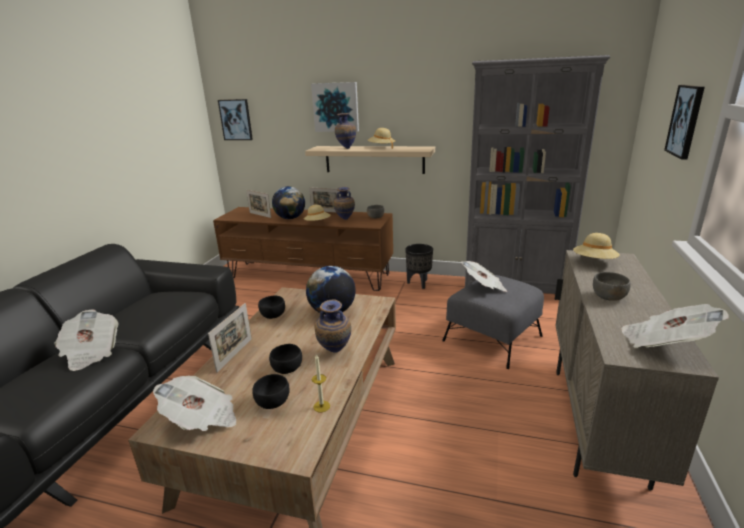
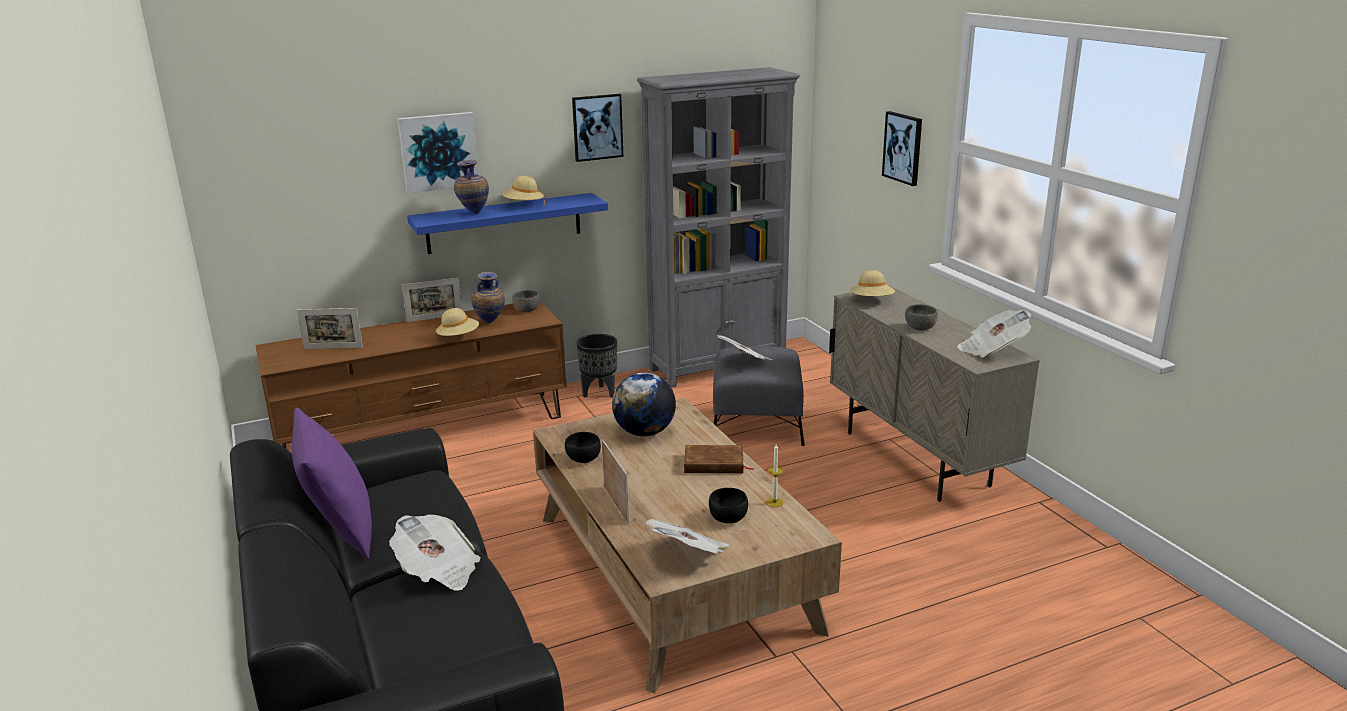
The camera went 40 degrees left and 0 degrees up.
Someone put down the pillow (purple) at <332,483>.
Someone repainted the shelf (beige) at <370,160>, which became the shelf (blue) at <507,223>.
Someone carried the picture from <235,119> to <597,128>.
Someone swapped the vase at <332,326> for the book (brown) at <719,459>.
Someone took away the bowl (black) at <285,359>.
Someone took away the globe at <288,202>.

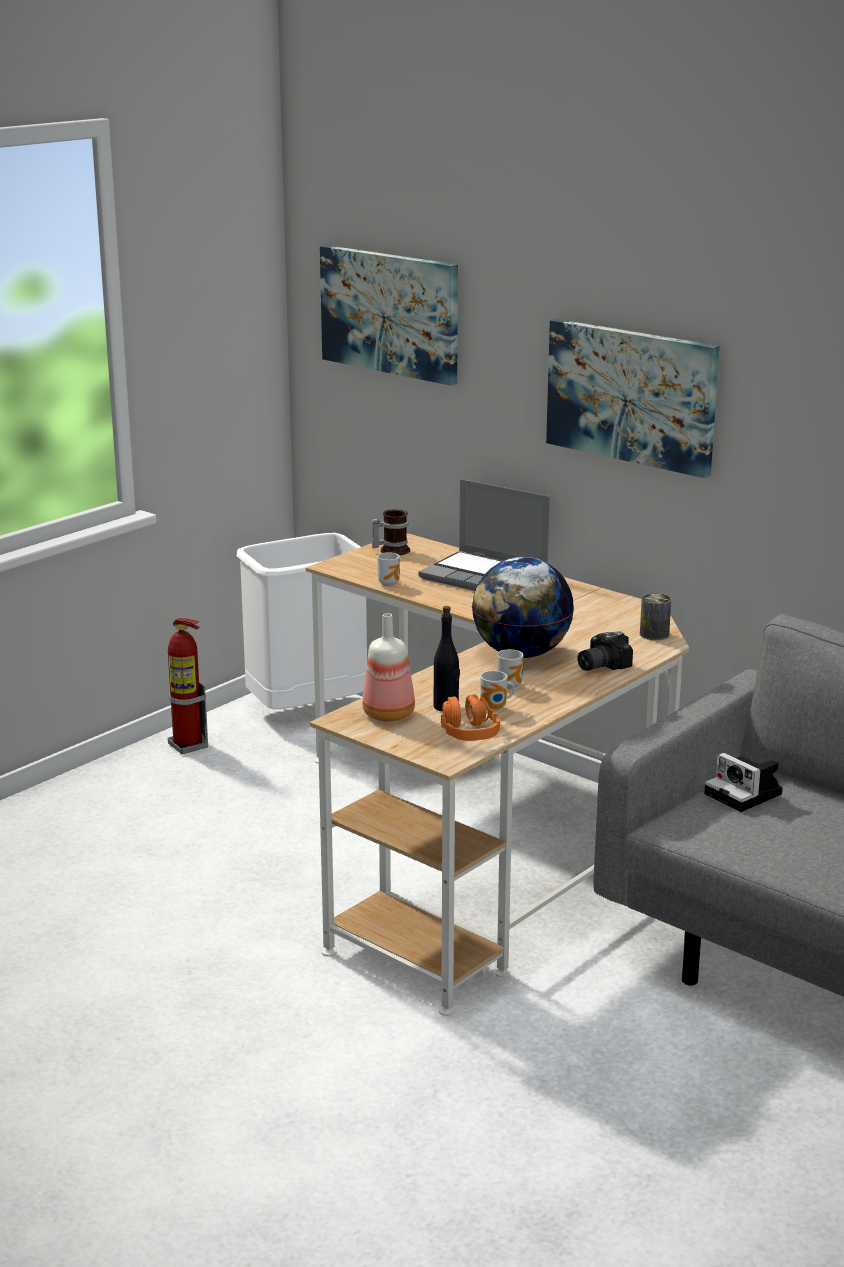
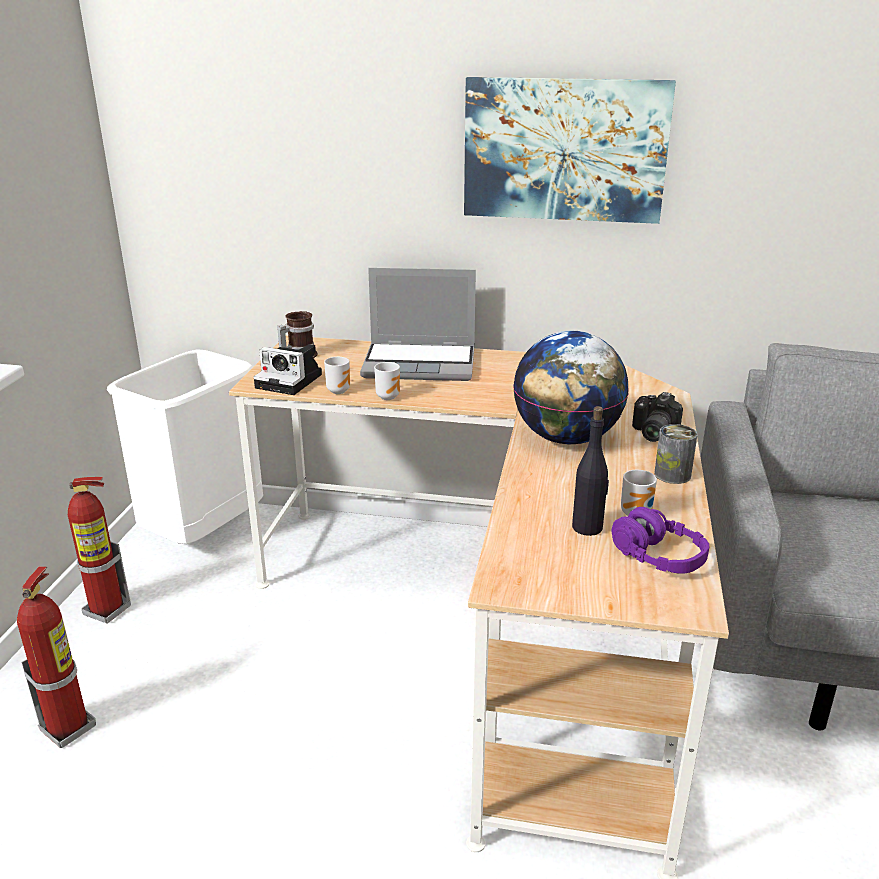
The camera went 30 degrees left and 5 degrees up.
Someone put down the fire extinguisher at <56,657>.
Someone carried the photo camera from <743,782> to <287,369>.
Someone carried the mug from <510,669> to <387,381>.
Someone repainted the headphones (orange) at <470,717>, which became the headphones (purple) at <660,540>.
Someone carried the can from <655,616> to <676,454>.
Someone took away the picture at <389,315>.
Someone took away the bottle at <388,667>.

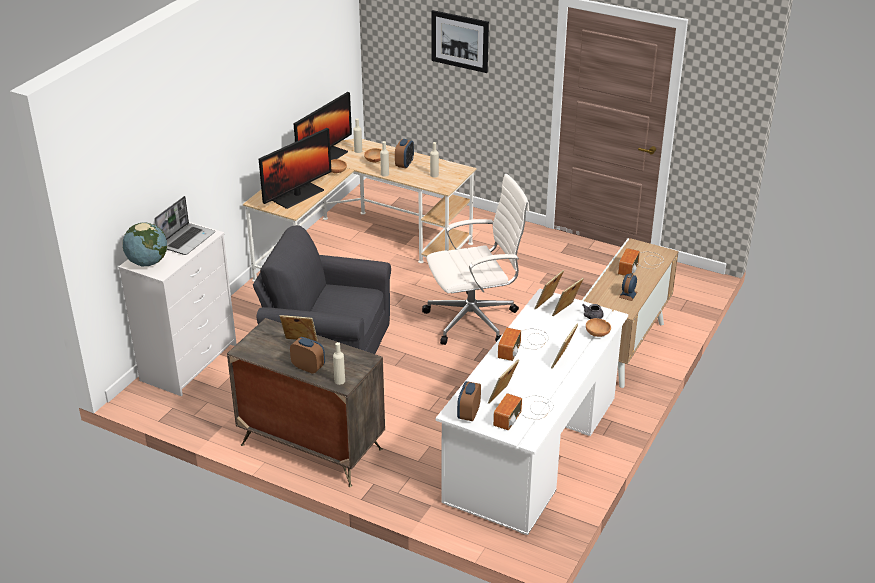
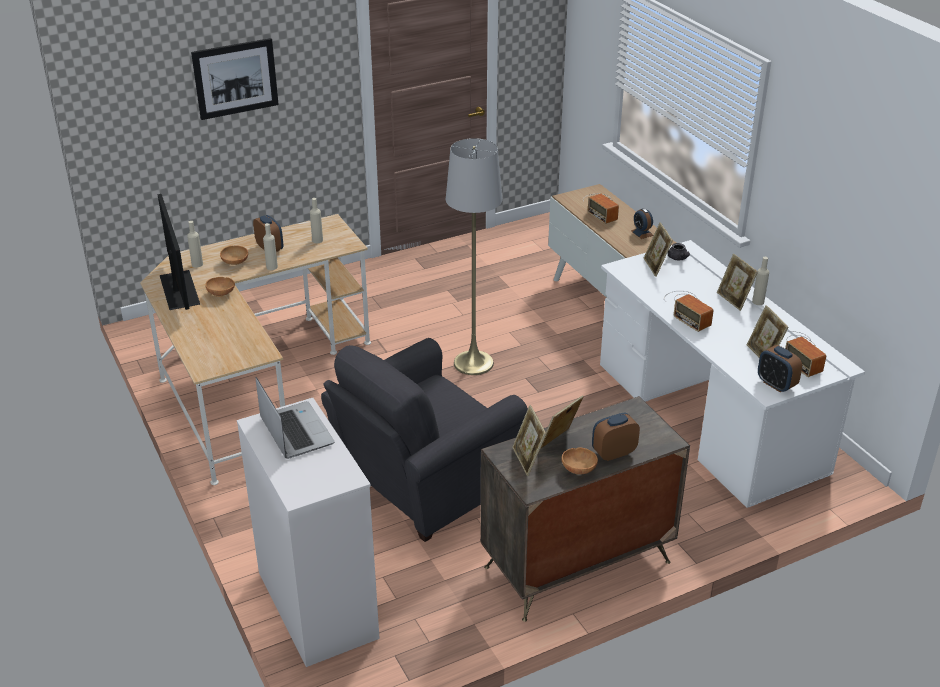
The camera went 55 degrees left and 0 degrees up.
Someone swapped the office chair (white) at <475,259> for the floor lamp (grey) at <474,256>.
Someone carried the picture frame from <549,290> to <529,440>.
Someone carried the bowl (brown) from <598,327> to <579,461>.
Someone carried the bottle (beige) from <339,363> to <760,281>.
Someone took away the globe at <145,244>.
Someone took away the monitor at <295,168>.

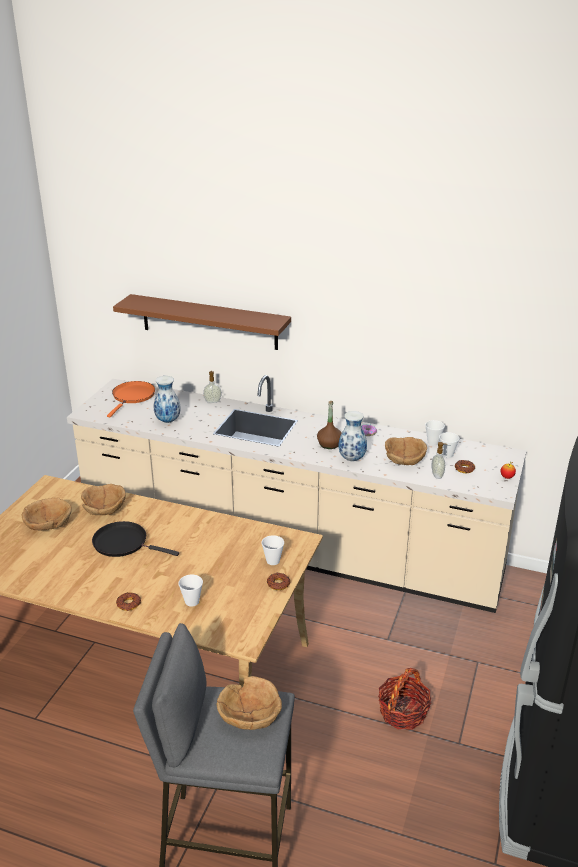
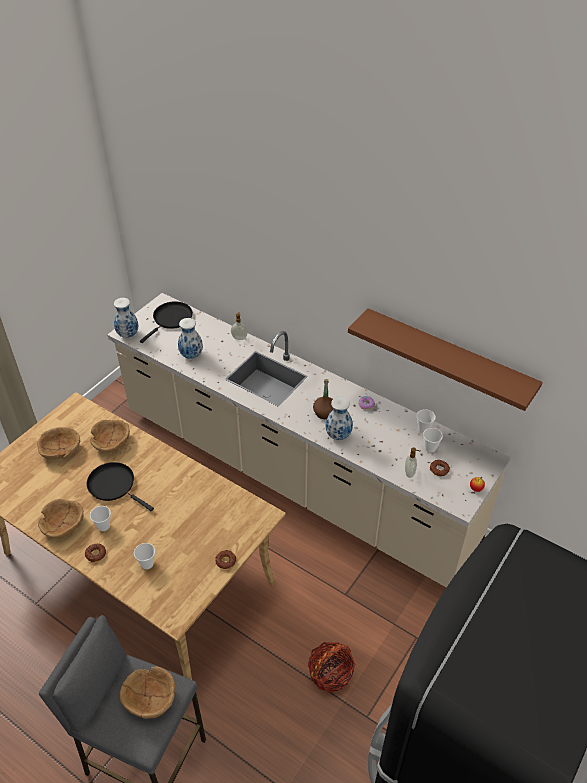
The camera went 15 degrees right and 15 degrees up.
Someone carried the bowl (brown) from <406,451> to <60,519>.
Someone carried the cup from <272,550> to <100,518>.
Someone put down the vase at <126,318>.
Someone repainted the frying pan (orange) at <131,399>, which became the frying pan (black) at <166,322>.
Someone carried the shelf (brown) from <202,322> to <445,359>.

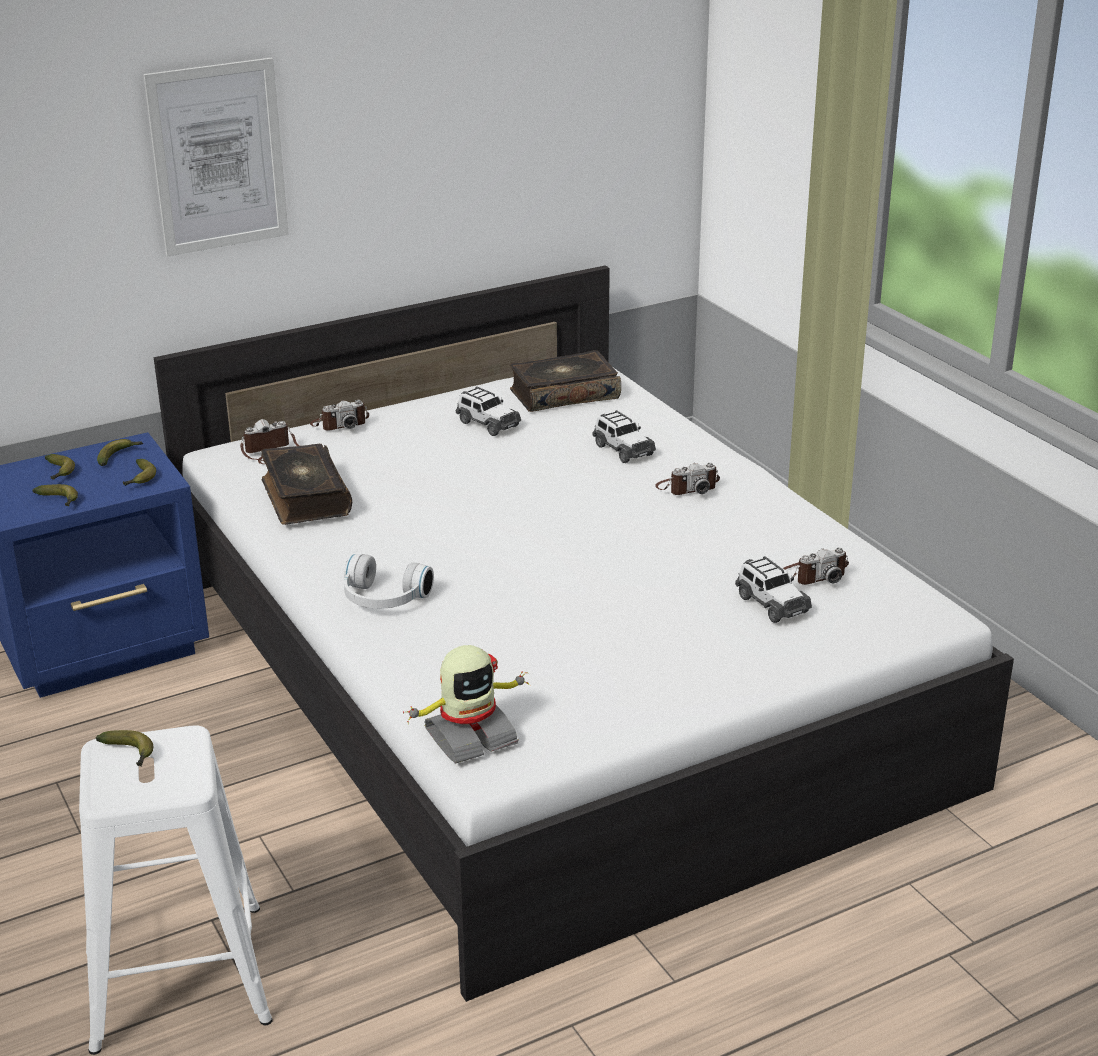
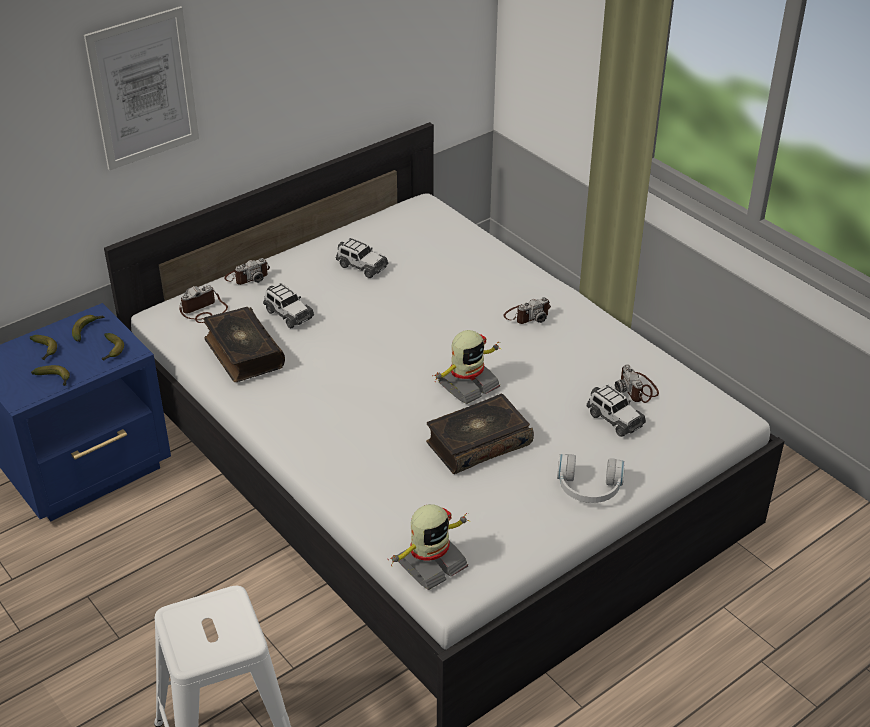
The camera went 10 degrees left and 10 degrees up.
Someone carried the toy car from <624,436> to <288,305>.
Someone carried the book from <565,381> to <480,434>.
Someone put down the toy robot at <467,367>.
Someone carried the headphones (white) from <389,581> to <591,478>.
Someone rotated the photo camera at <816,566> by 105 degrees clockwise.
Someone took away the banana at <124,748>.

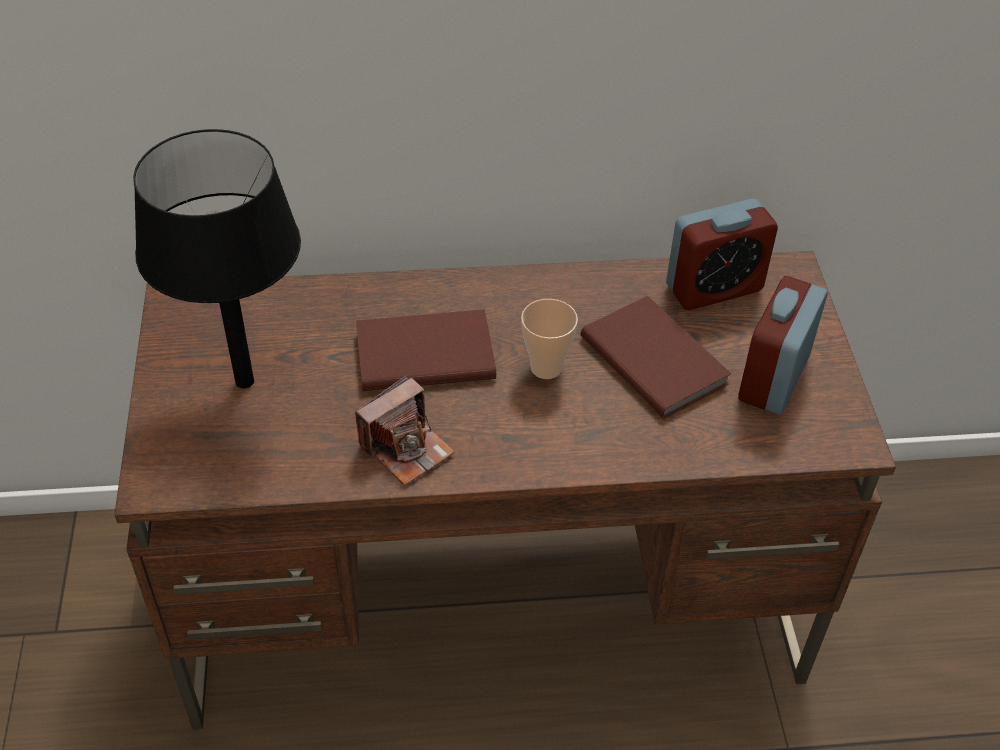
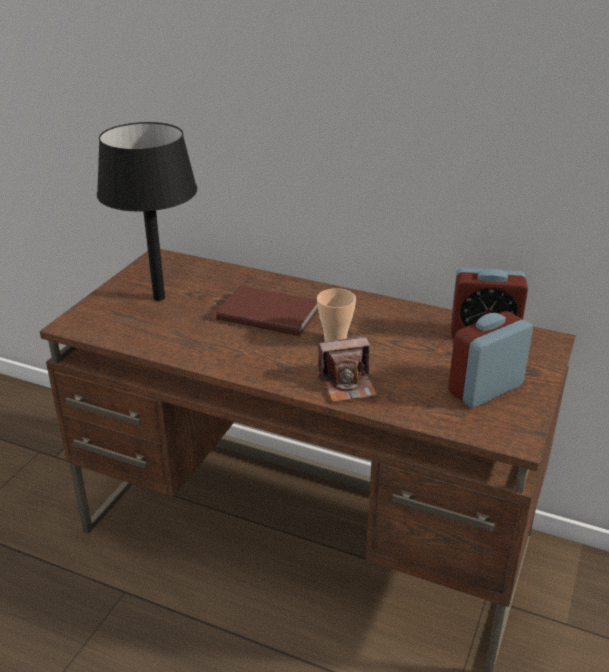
The camera went 30 degrees right and 15 degrees down.
Someone carried the photo camera from <405,430> to <347,368>.
Someone took away the book (brown) at <656,357>.

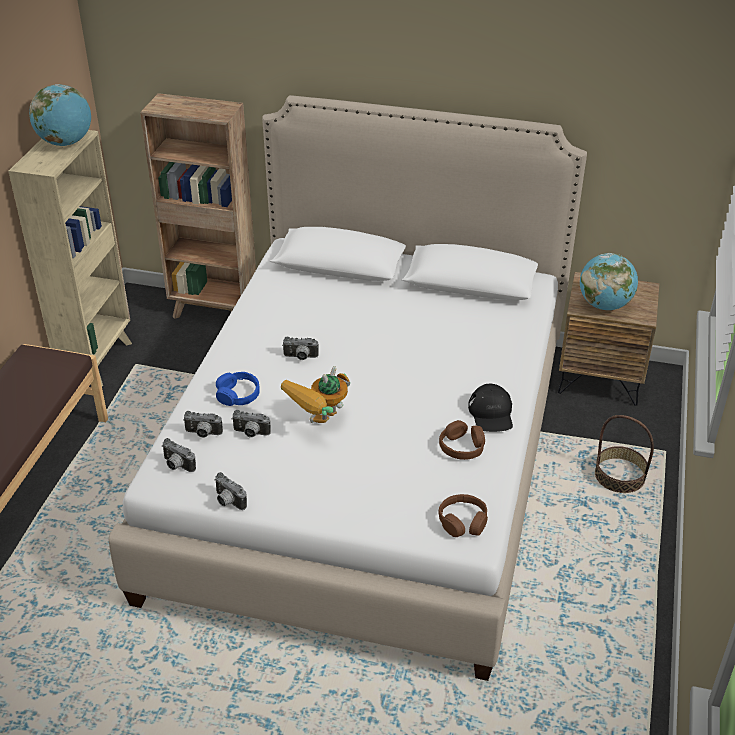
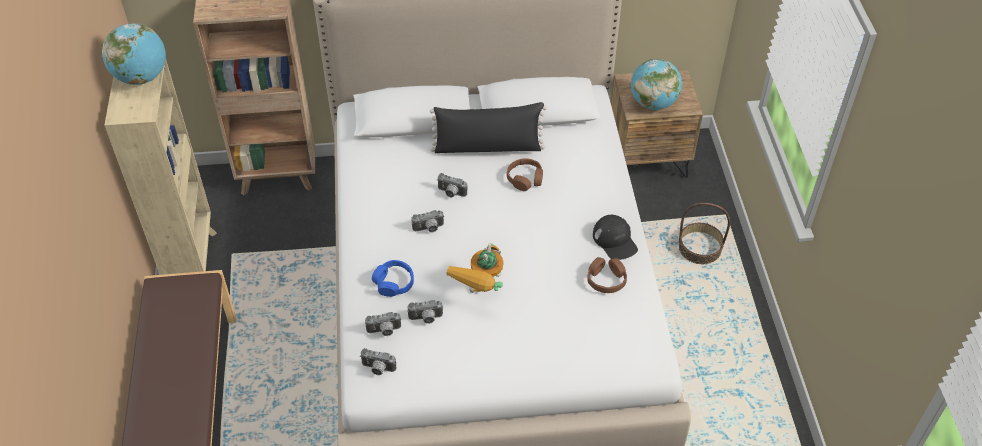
The camera went 20 degrees left and 10 degrees up.
Someone put down the pillow (black) at <488,127>.
Someone carried the photo camera from <230,491> to <452,185>.
Someone carried the headphones (brown) from <463,515> to <525,174>.

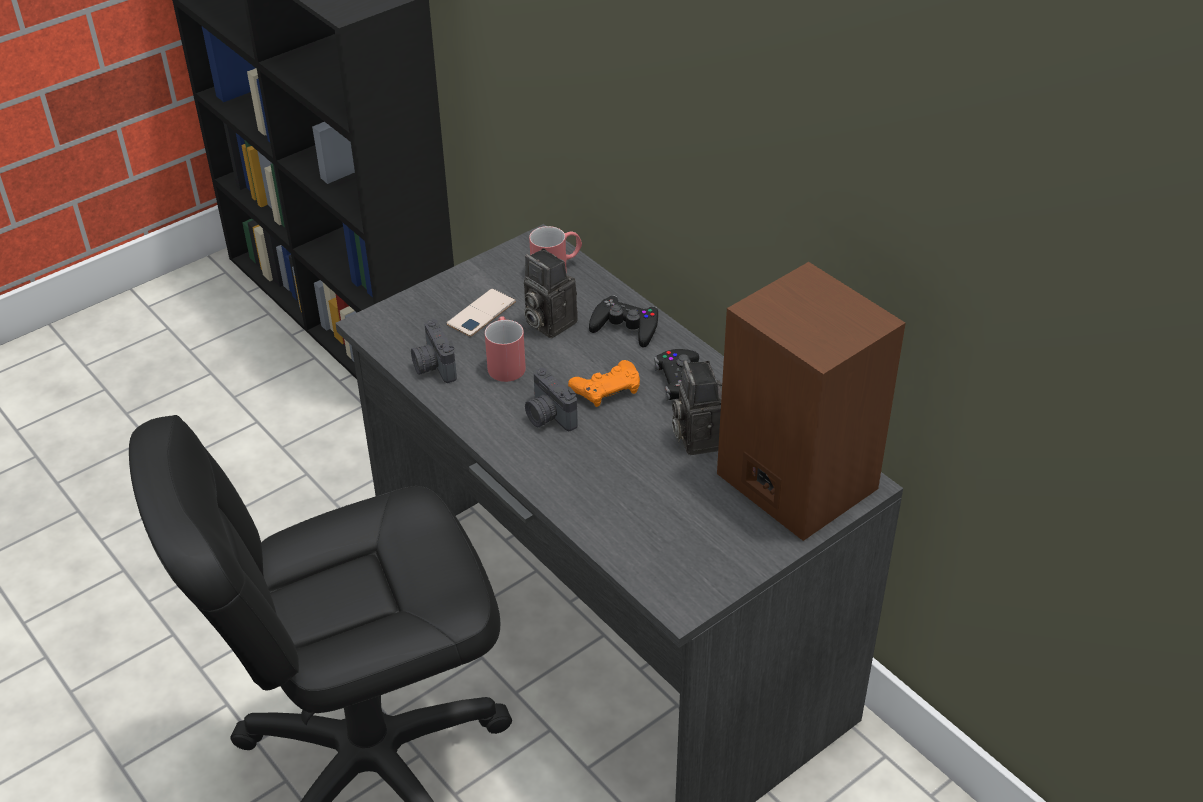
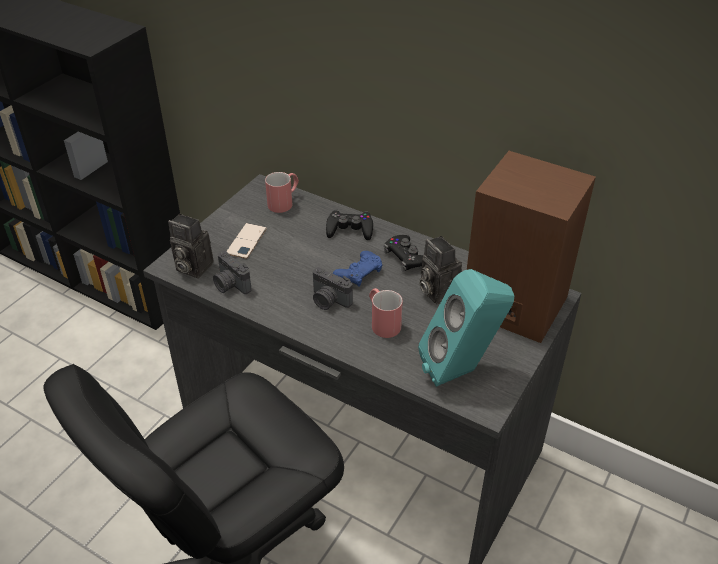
The camera went 20 degrees left and 0 degrees up.
Someone carried the photo camera from <551,293> to <191,246>.
Someone repainted the game controller (orange) at <604,383>, which became the game controller (blue) at <357,268>.
Someone carried the mug (red) from <505,349> to <386,313>.
Someone put down the speaker (turquoise) at <466,328>.

